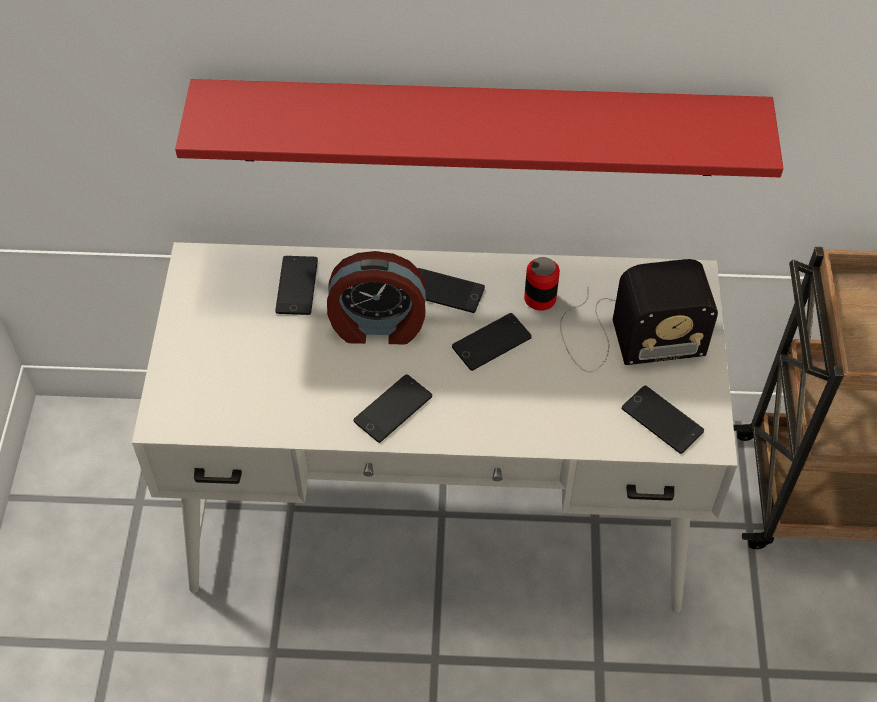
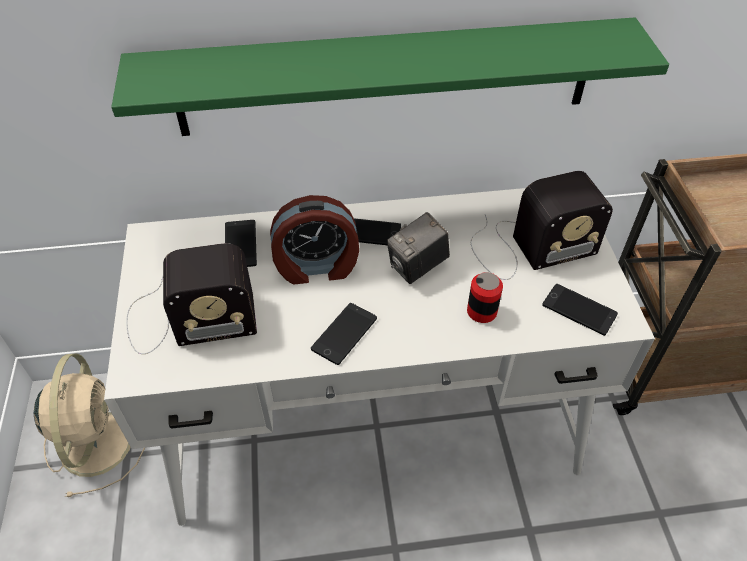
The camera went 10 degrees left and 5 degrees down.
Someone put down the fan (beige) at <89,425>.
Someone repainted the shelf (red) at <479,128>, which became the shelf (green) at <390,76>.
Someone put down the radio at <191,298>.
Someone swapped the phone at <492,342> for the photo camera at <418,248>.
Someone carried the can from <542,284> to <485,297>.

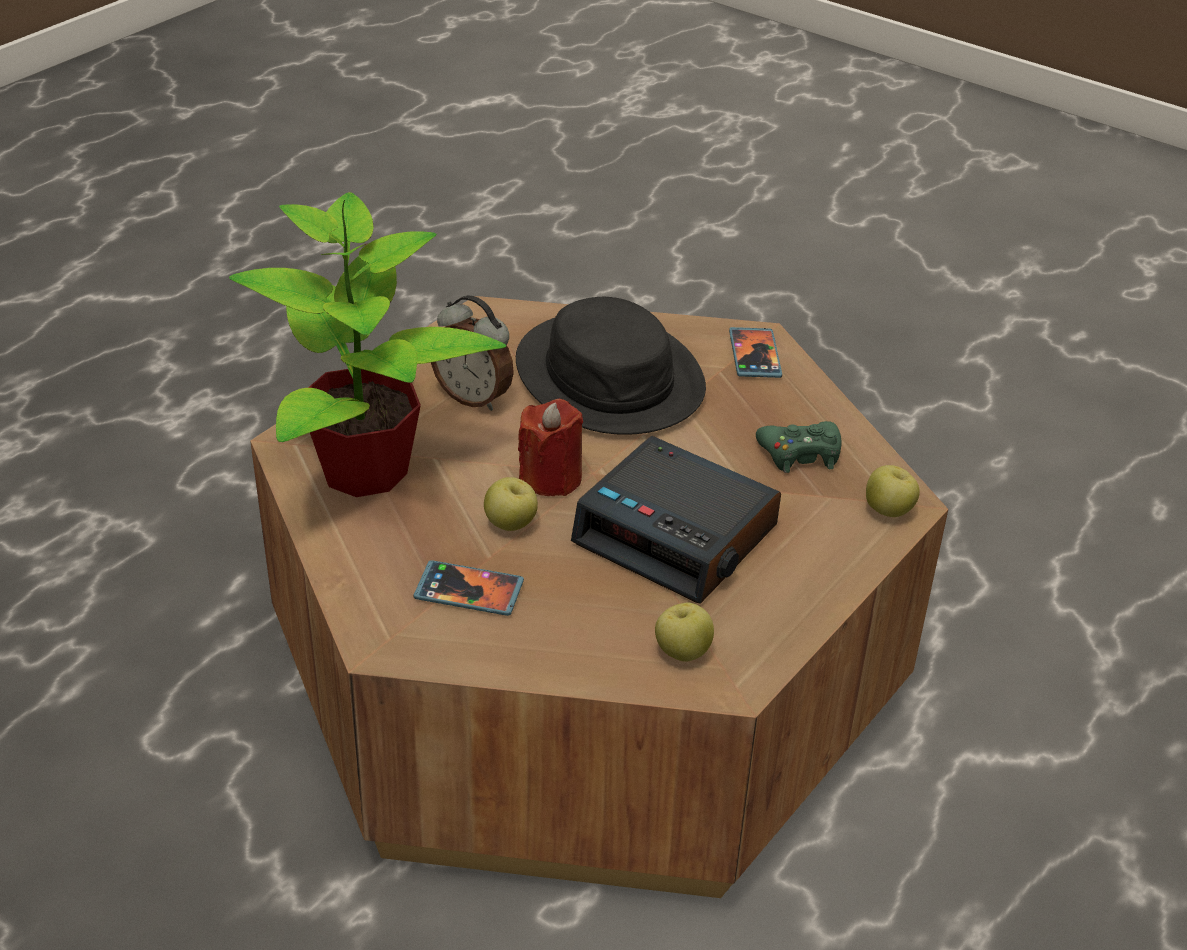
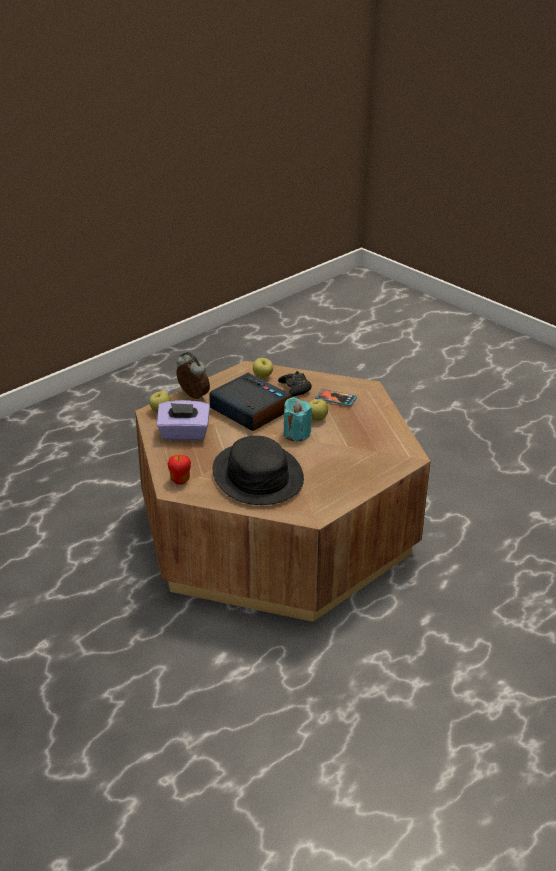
The camera went 170 degrees left and 5 degrees down.
Someone swapped the game controller (green) at <799,447> for the tissue box (purple) at <183,420>.
Someone swapped the phone at <755,352> for the apple at <179,469>.
Someone carried the alarm clock from <472,353> to <193,376>.
Someone put down the game controller (black) at <295,384>.
Someone repainted the candle (red) at <550,447>, which became the candle (turquoise) at <298,419>.
Someone took away the potted plant at <367,344>.

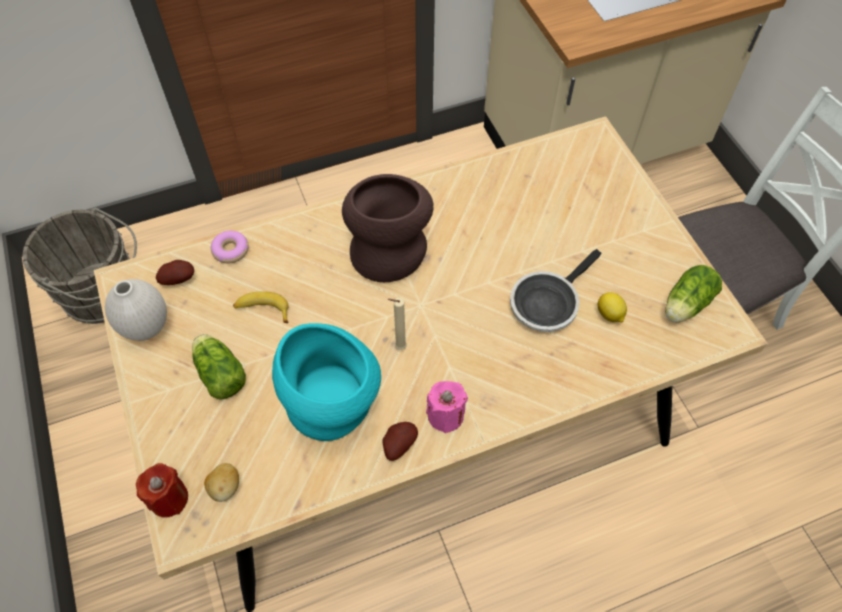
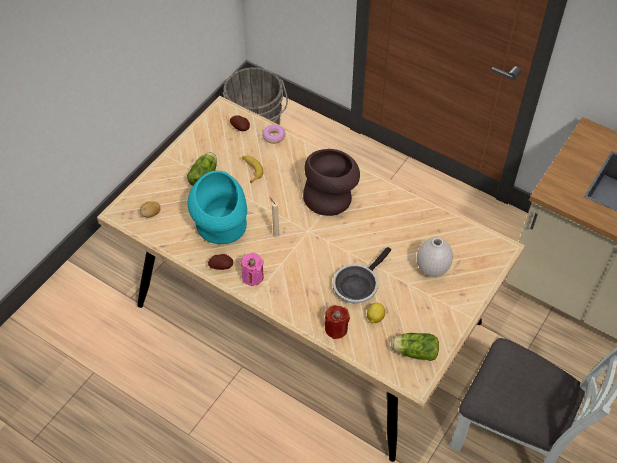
The camera went 55 degrees right and 5 degrees down.
Someone carried the candle (red) from <162,490> to <337,322>.
Someone rotated the frying pan at <555,290> by 60 degrees counterclockwise.
Someone carried the vase (white) from <136,310> to <435,257>.

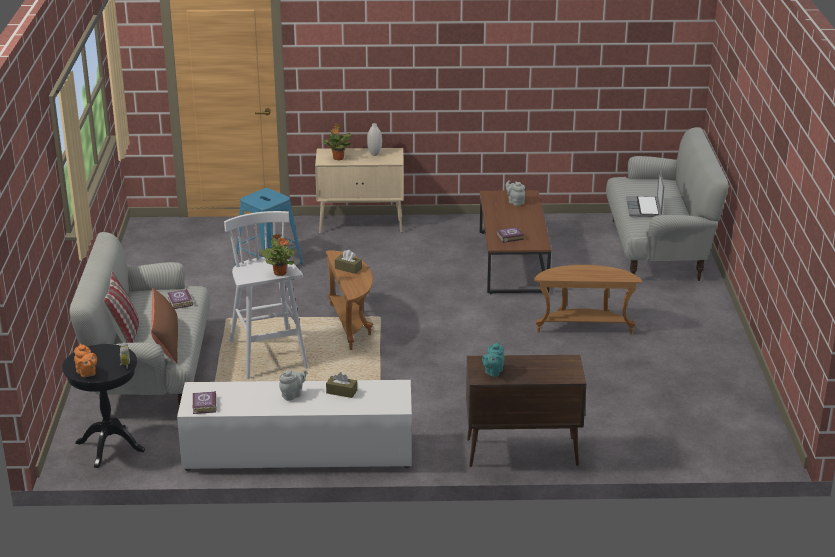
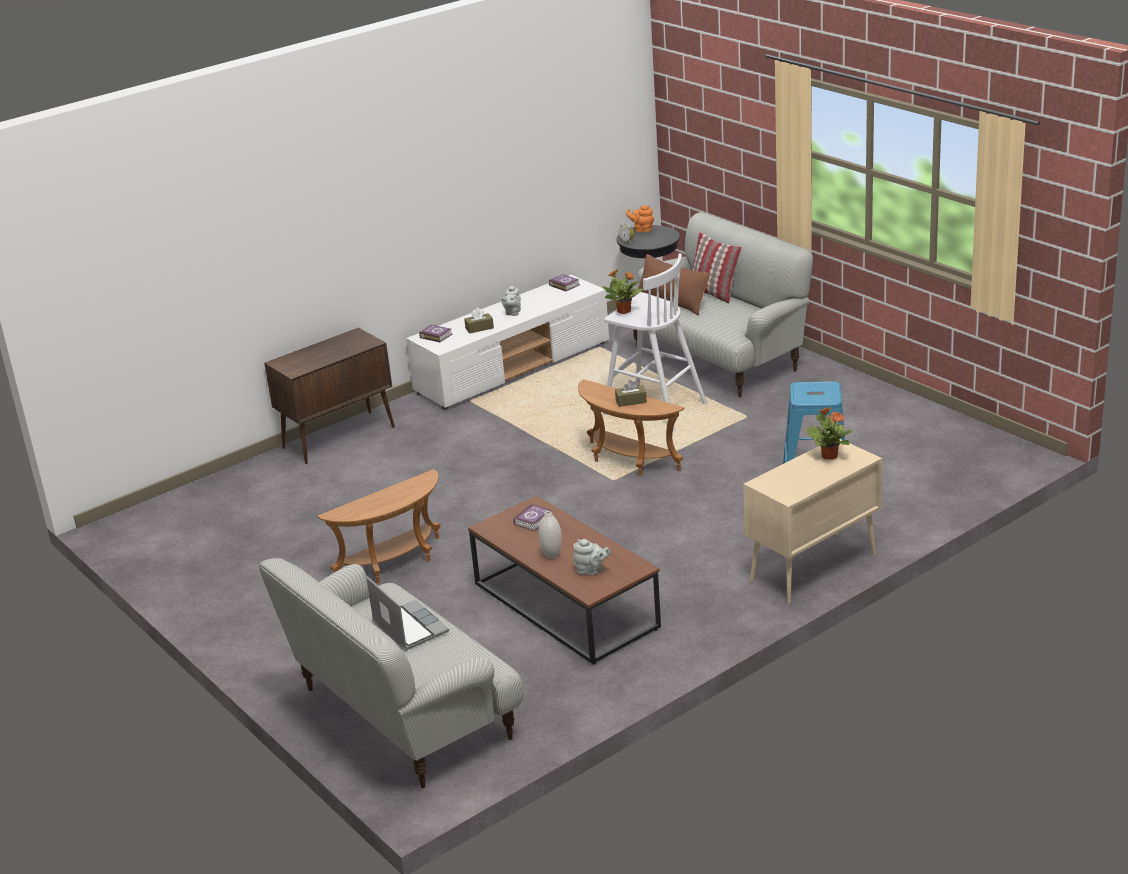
The camera went 145 degrees right and 0 degrees up.
Someone carried the book from <180,299> to <435,334>.
Someone carried the vase (white) from <374,139> to <550,535>.
Someone took away the teapot (turquoise) at <493,359>.

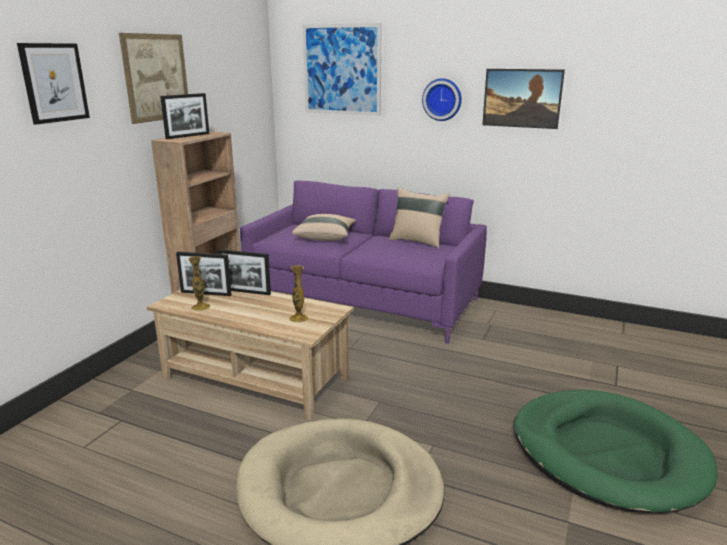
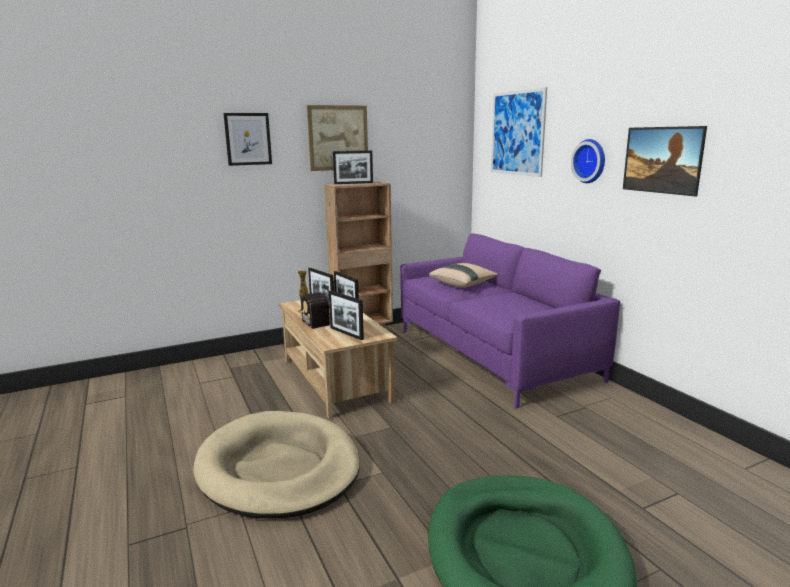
The camera went 40 degrees right and 5 degrees down.
Someone put down the radio at <313,310>.
Someone swapped the vase at <299,293> for the picture frame at <346,315>.
Someone took away the pillow (beige) at <419,217>.

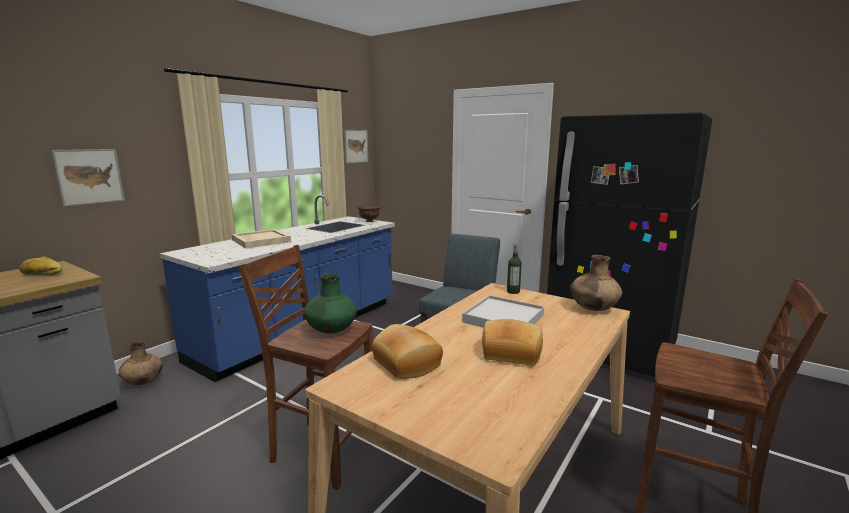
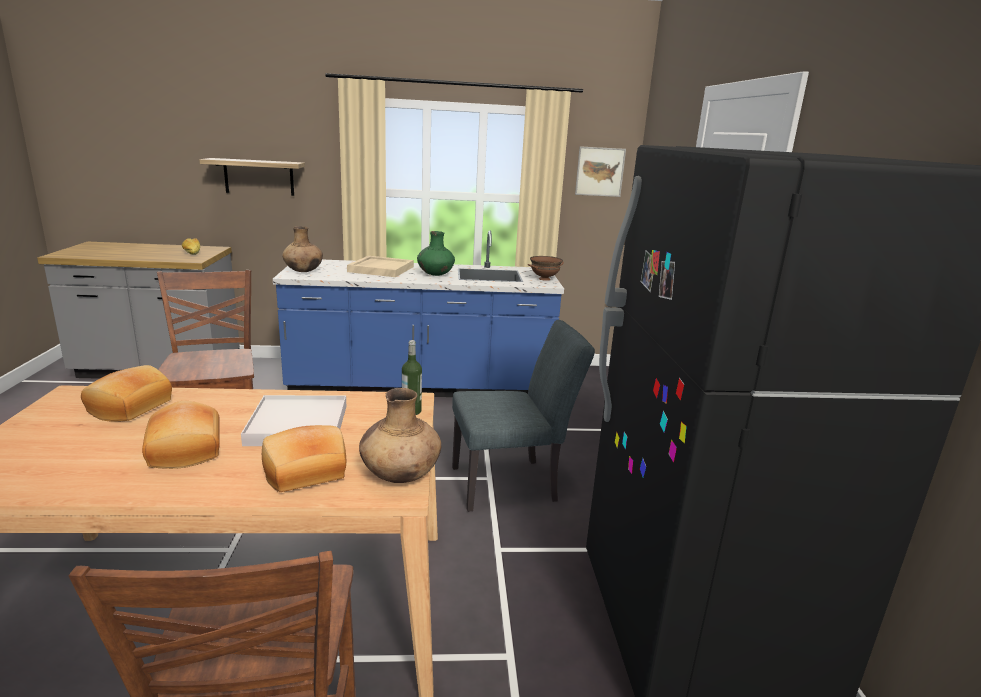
The camera went 50 degrees right and 5 degrees up.
Someone swapped the picture at <88,178> for the shelf at <252,177>.
Someone put down the bread at <304,458>.
Someone carried the vase (brown) from <141,363> to <302,249>.
Someone carried the vase (green) from <330,303> to <436,253>.

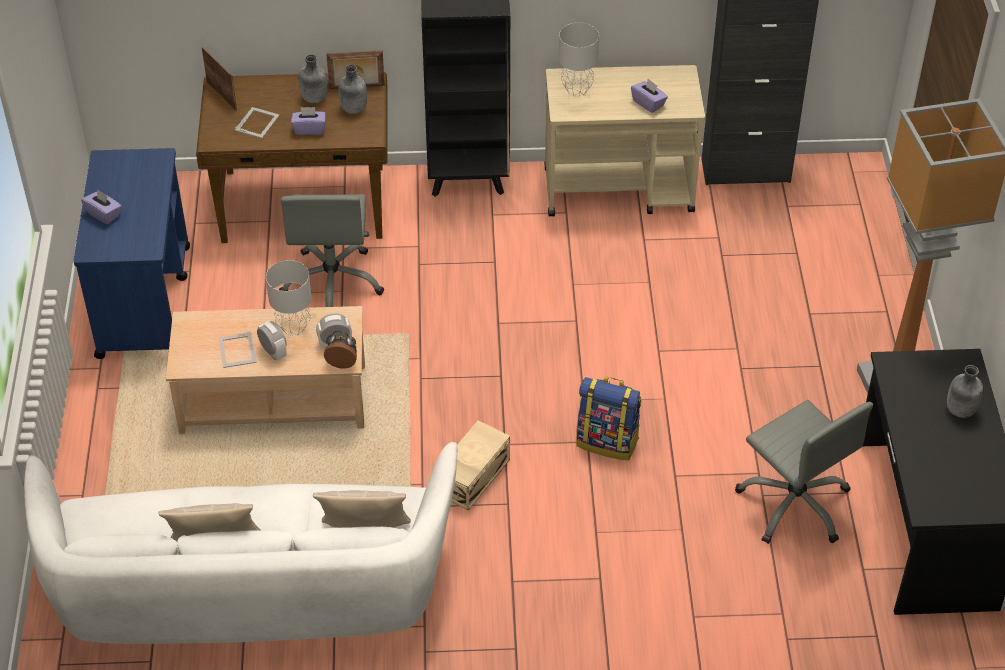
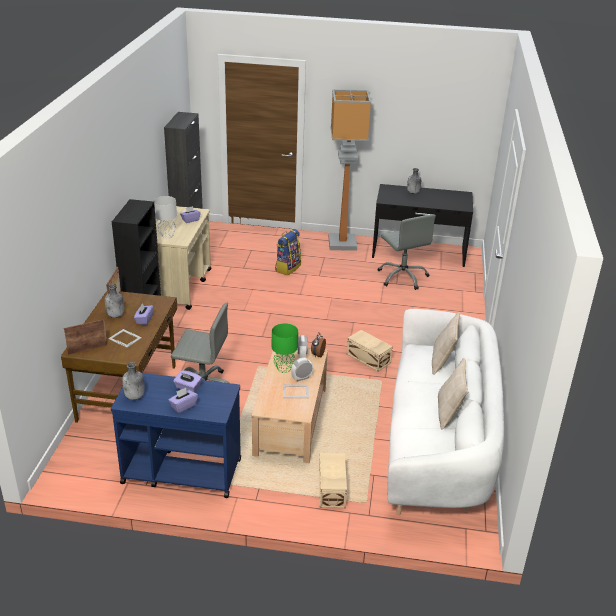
The camera went 80 degrees left and 15 degrees down.
Someone carried the bottle (grey) from <352,89> to <133,381>.
Someone put down the tissue box (purple) at <187,381>.
Someone repainted the table lamp (grey) at <289,298>, which became the table lamp (green) at <285,348>.
Someone carried the backpack from <608,419> to <288,252>.
Someone put down the storage box (beige) at <333,480>.
Someone rotated the office chair (grey) at <804,472> by 90 degrees clockwise.

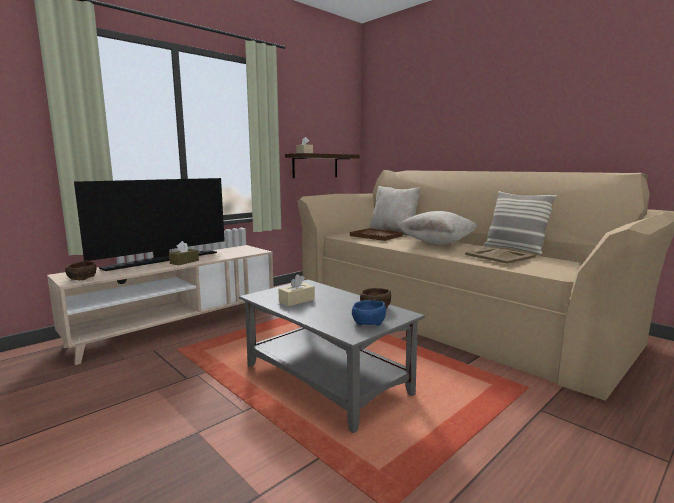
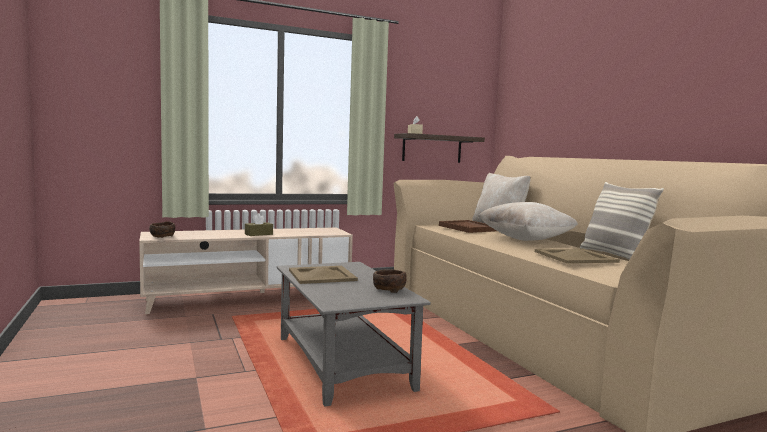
The camera went 20 degrees right and 5 degrees down.
Someone swapped the tissue box (beige) at <296,290> for the tray (beige) at <323,275>.
Someone took away the television at <149,224>.
Someone took away the bowl (blue) at <369,313>.

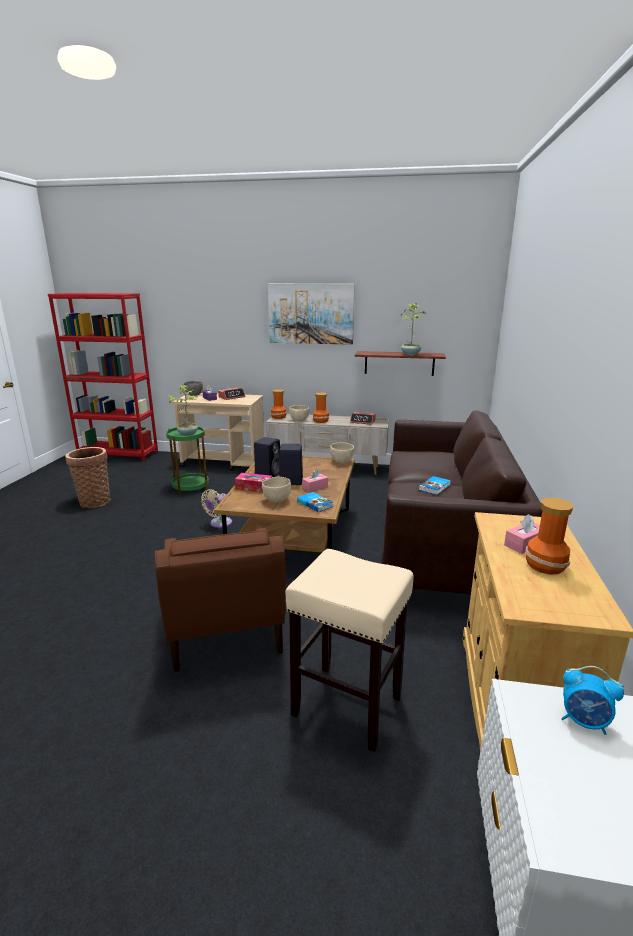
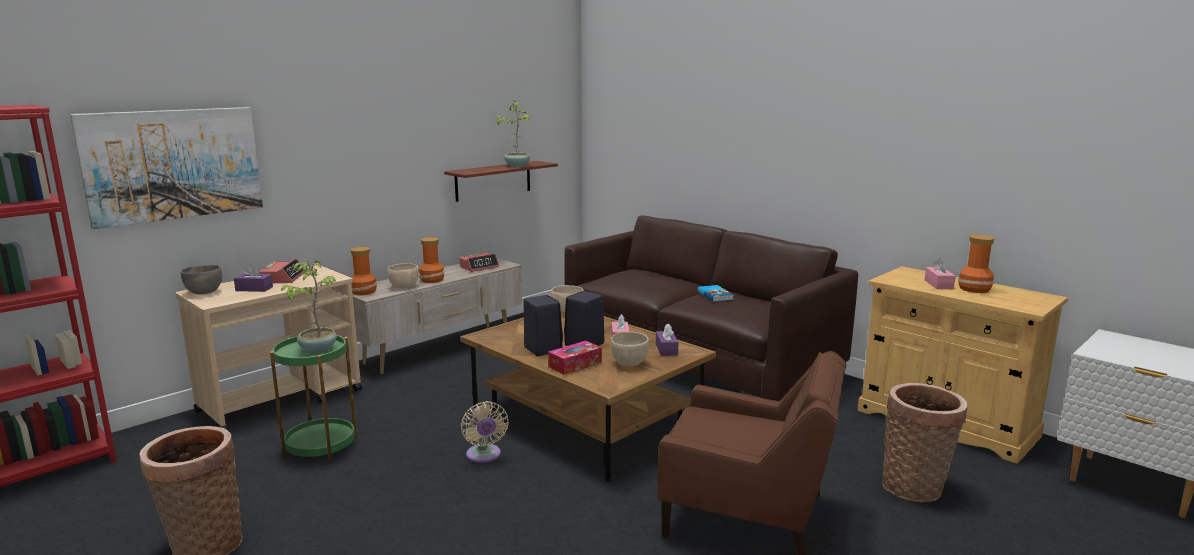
The camera went 55 degrees left and 5 degrees down.
Someone carried the picture from <311,314> to <166,168>.
Someone swapped the book at <315,502> for the tissue box (purple) at <667,340>.
Someone swapped the stool (beige) at <349,650> for the basket at <925,443>.
Someone took away the alarm clock at <592,700>.

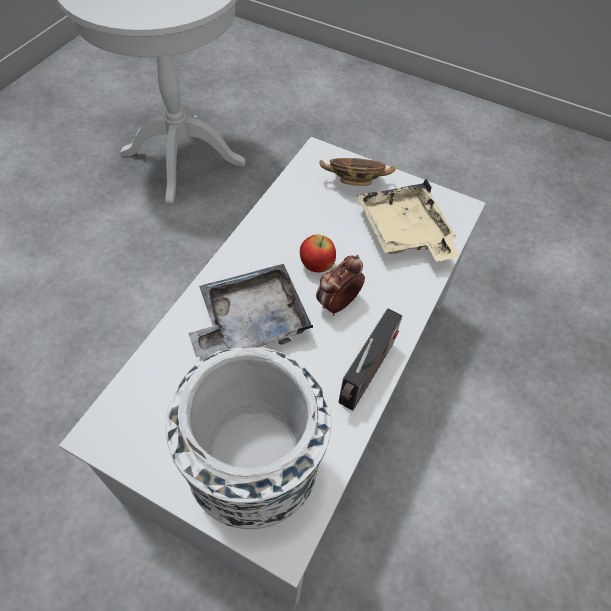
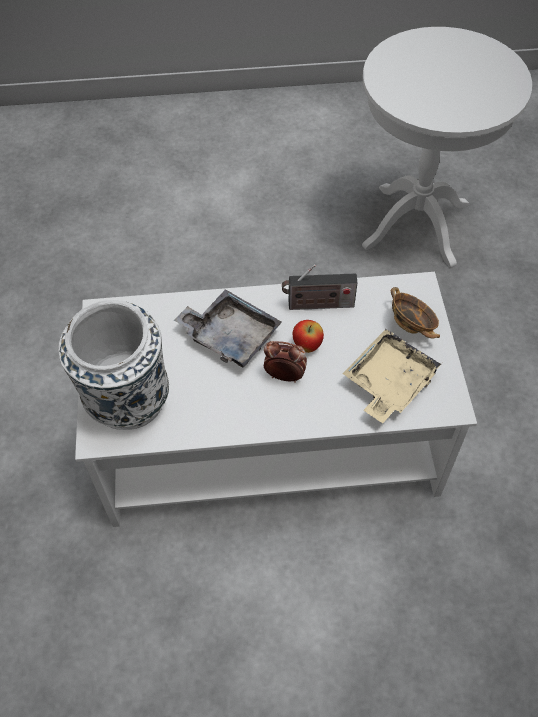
The camera went 60 degrees right and 0 degrees up.
Someone carried the radio from <370,360> to <320,287>.

